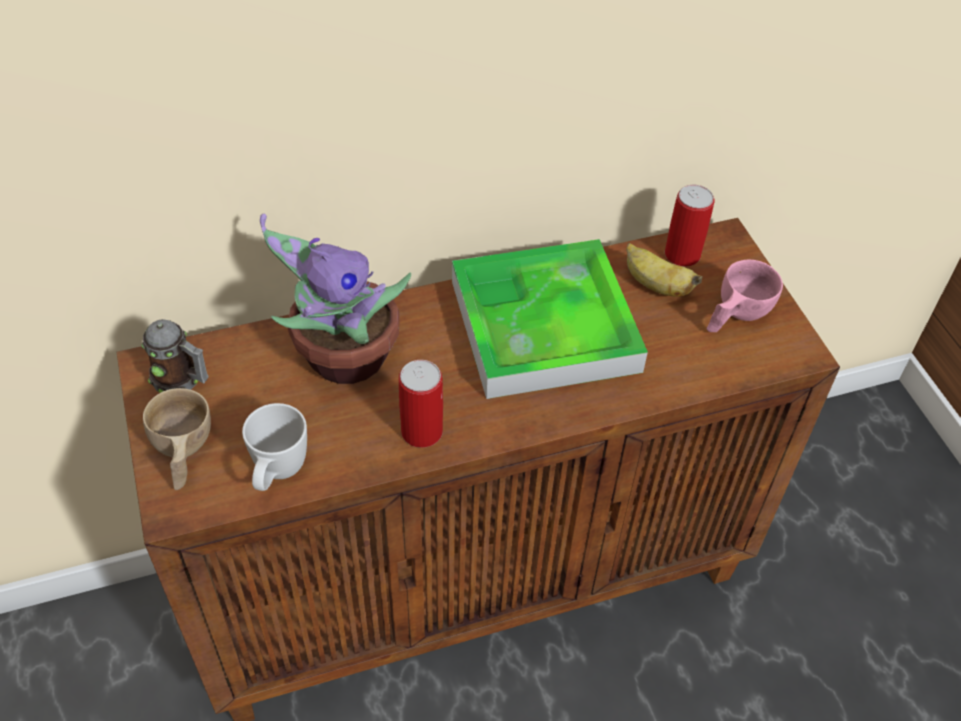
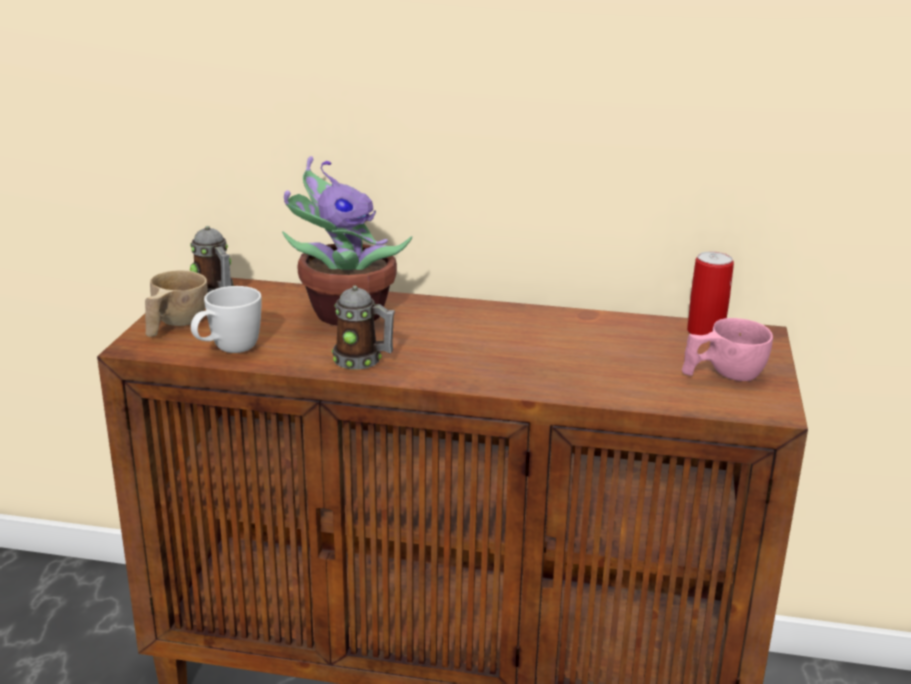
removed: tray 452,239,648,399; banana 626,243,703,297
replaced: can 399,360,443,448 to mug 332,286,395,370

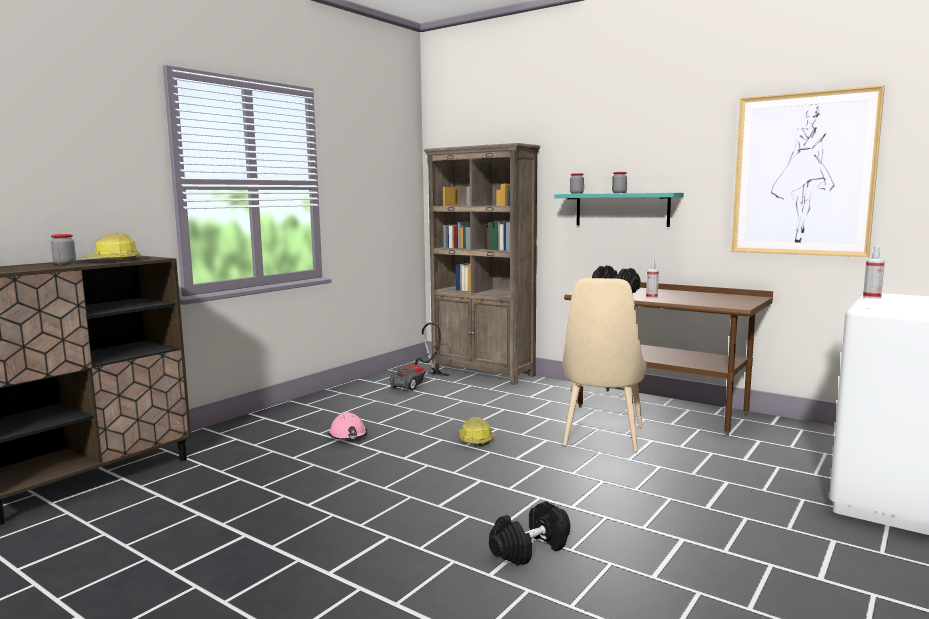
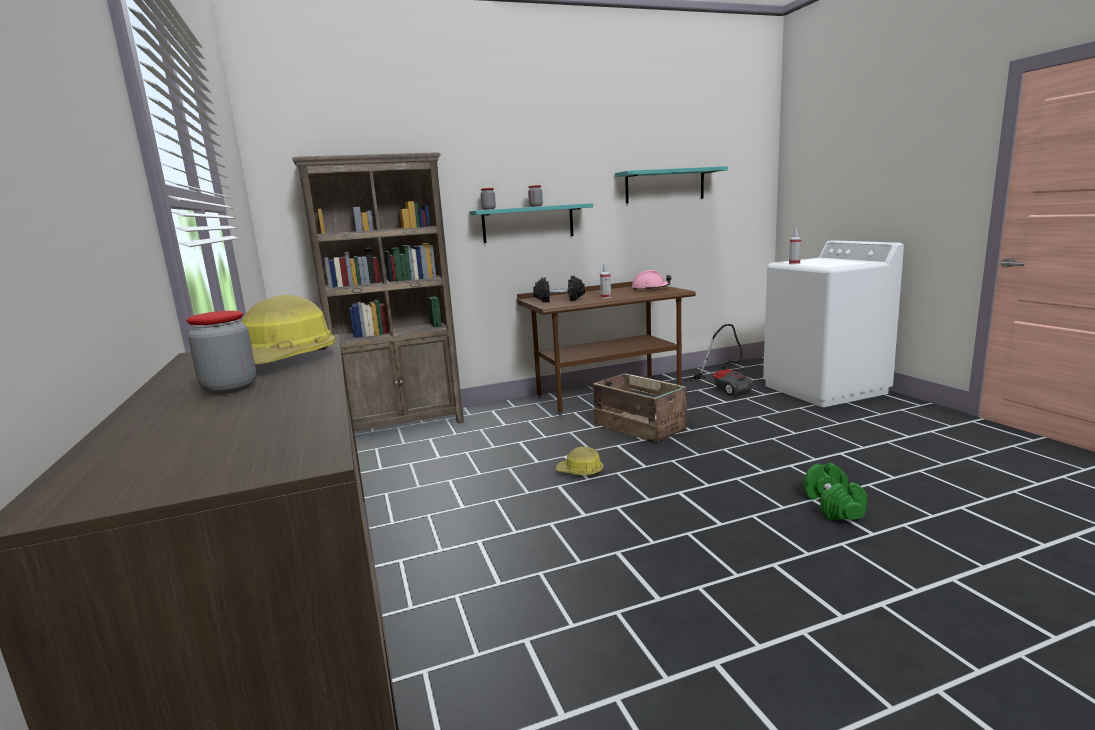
moved: pink_hard_hat 329,412,367,440 to 632,270,672,290; vacuum_cleaner 390,323,450,391 to 684,324,753,396
replaced: beige_chair 563,278,647,452 to crate 593,373,687,443; picture 732,85,885,257 to turquoise_shelf 615,166,728,203
recoloured: black_dumbbell 489,501,570,566 to green_dumbbell 804,463,867,520

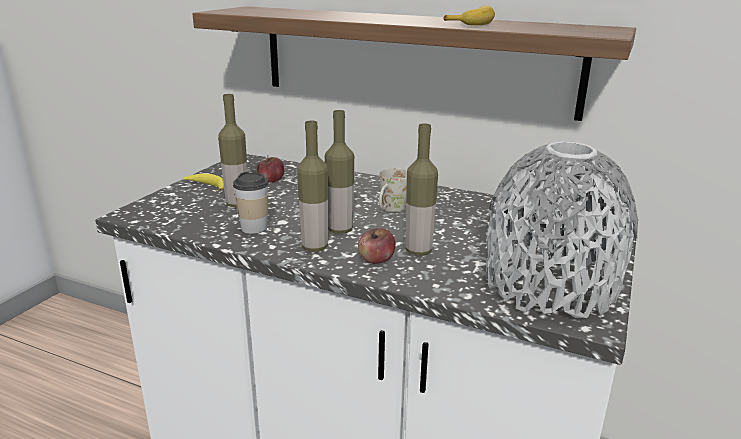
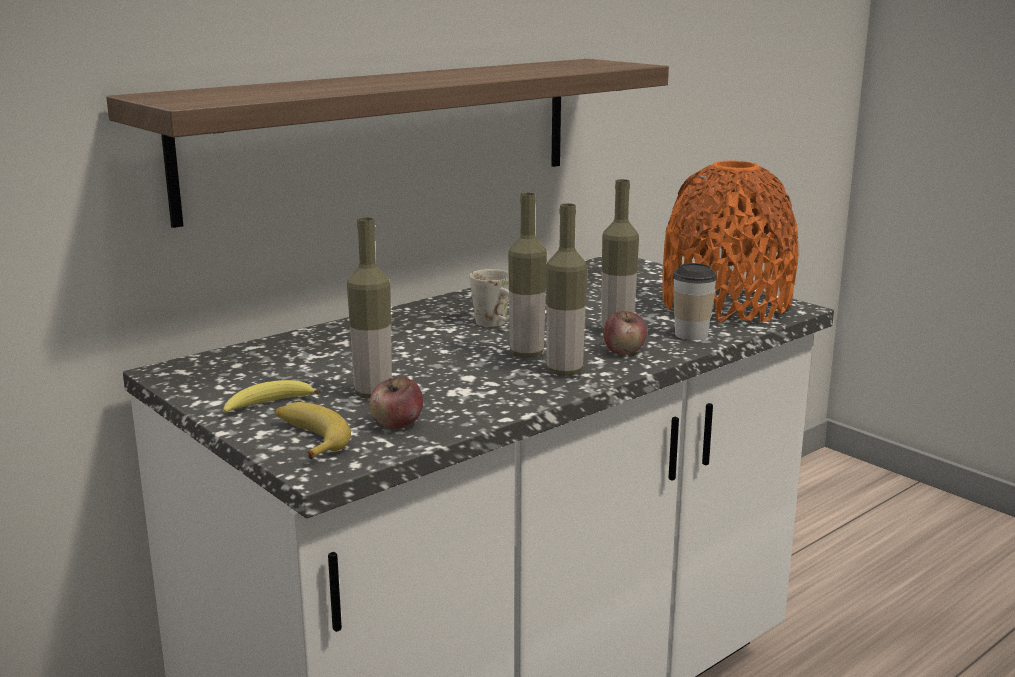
moved: cup 233,172,269,234 to 673,263,717,340; apple 257,157,284,183 to 369,377,423,429; banana 443,5,495,25 to 276,402,351,459
recoloured: grey_vase 486,141,638,318 to orange_vase 662,160,799,323

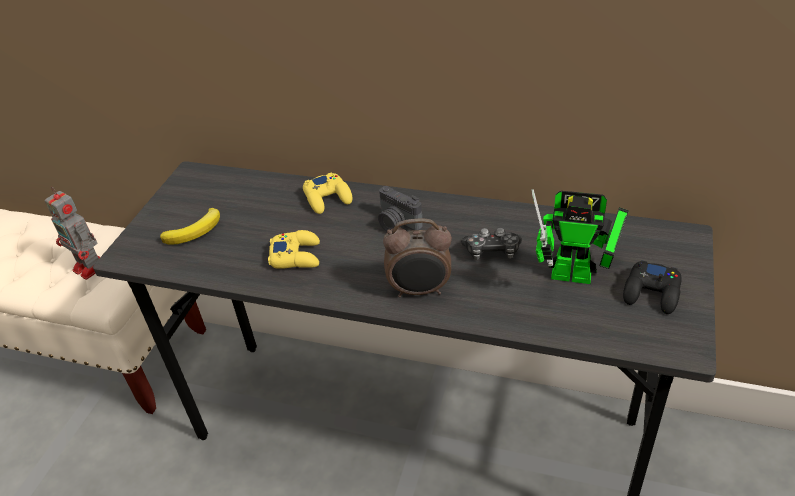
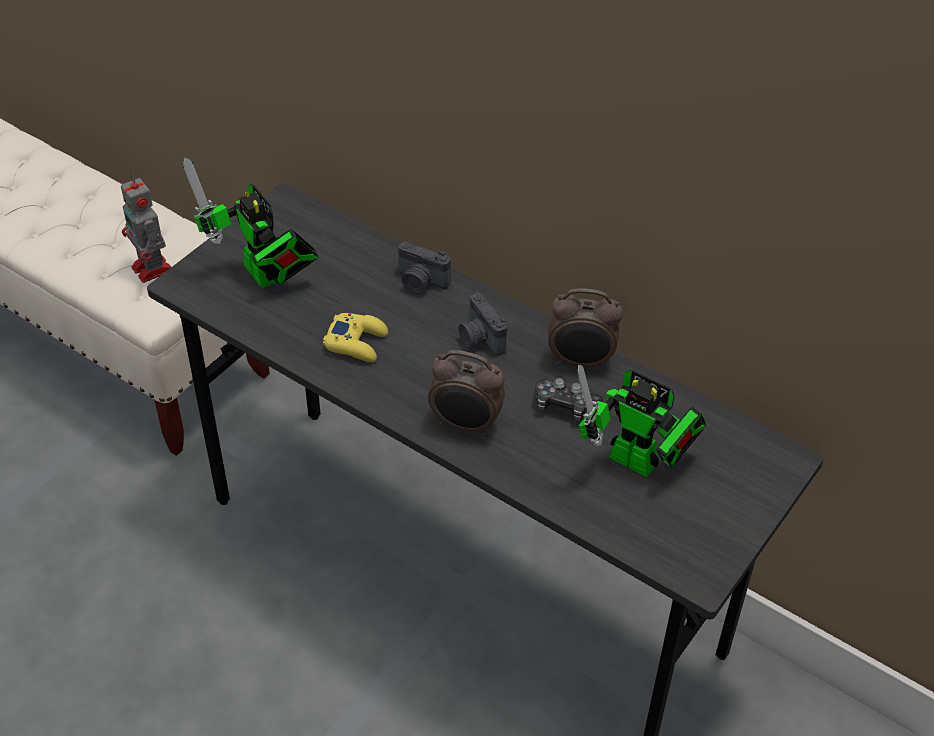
removed: black_game_controller 623,260,682,314
added: alarm_clock 548,288,623,370
replaced: banana 160,208,220,245 to toy_robot 183,158,319,288; yellow_game_controller 303,172,352,214 to photo_camera 398,241,451,294

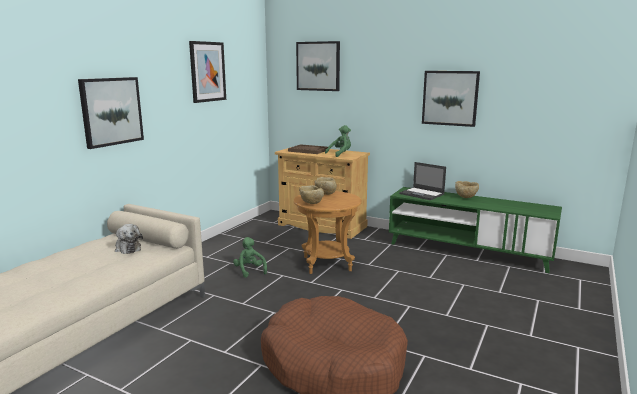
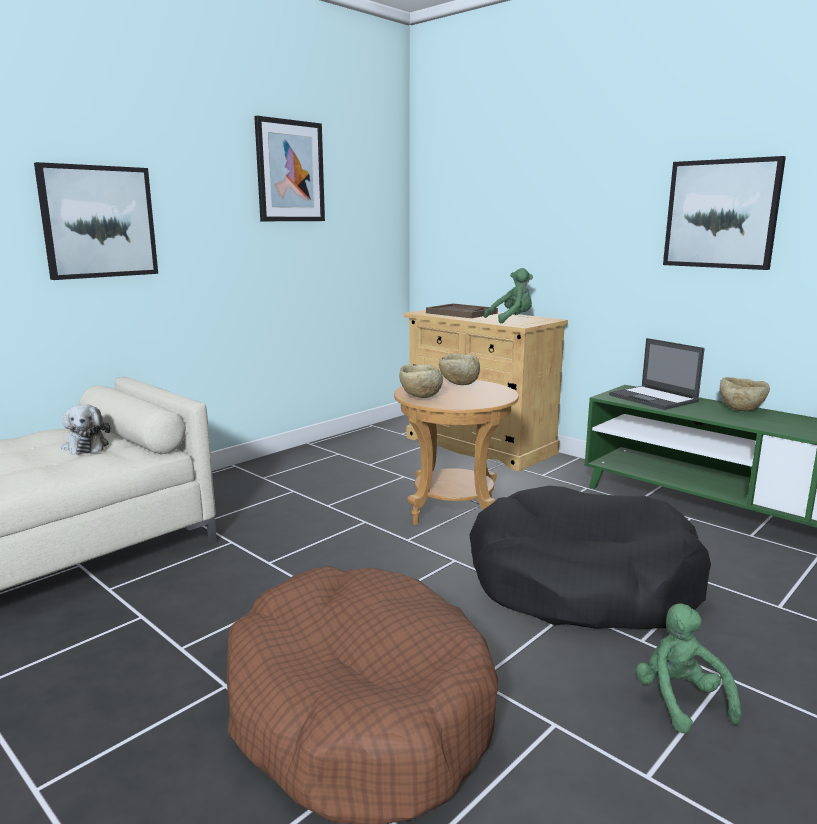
removed: picture 296,41,340,91
added: black_dog_bed 469,486,711,629
moved: green_plush_toy 233,237,267,278 to 635,603,742,733

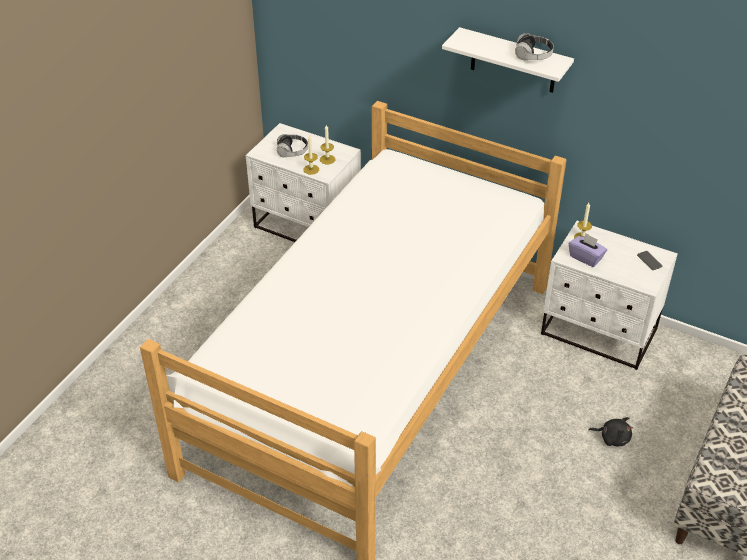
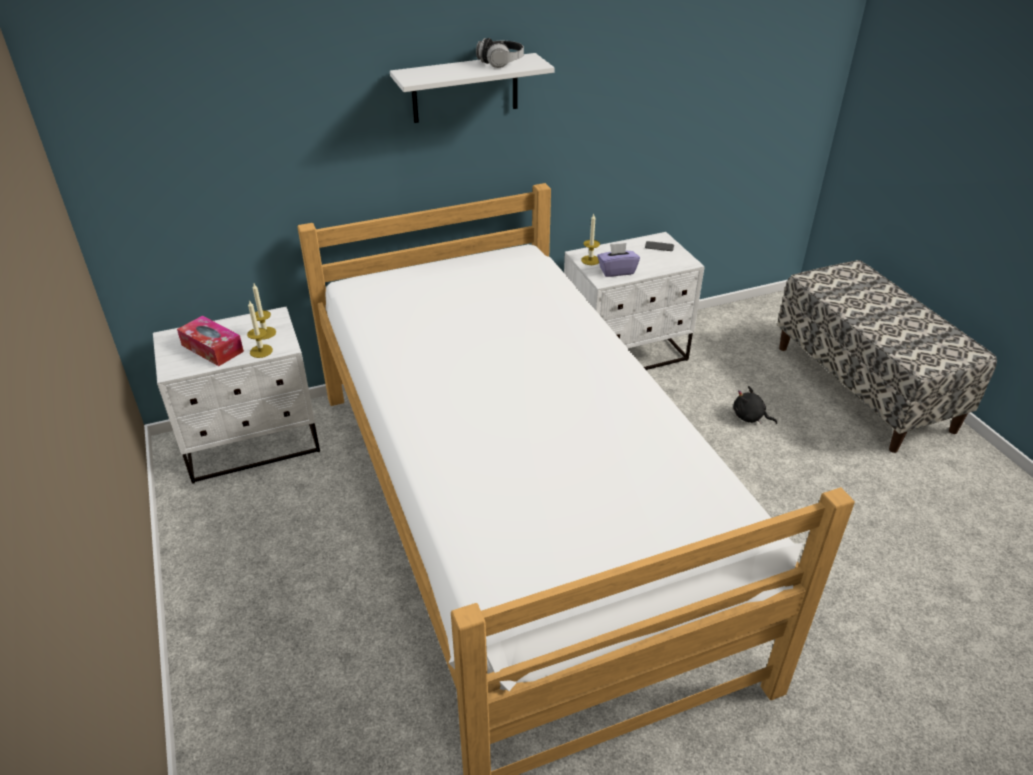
replaced: headphones 276,134,308,157 to tissue_box 177,315,244,366
turned: black_plush_toy 589,417,633,446 = 733,386,777,424 120 degrees counterclockwise

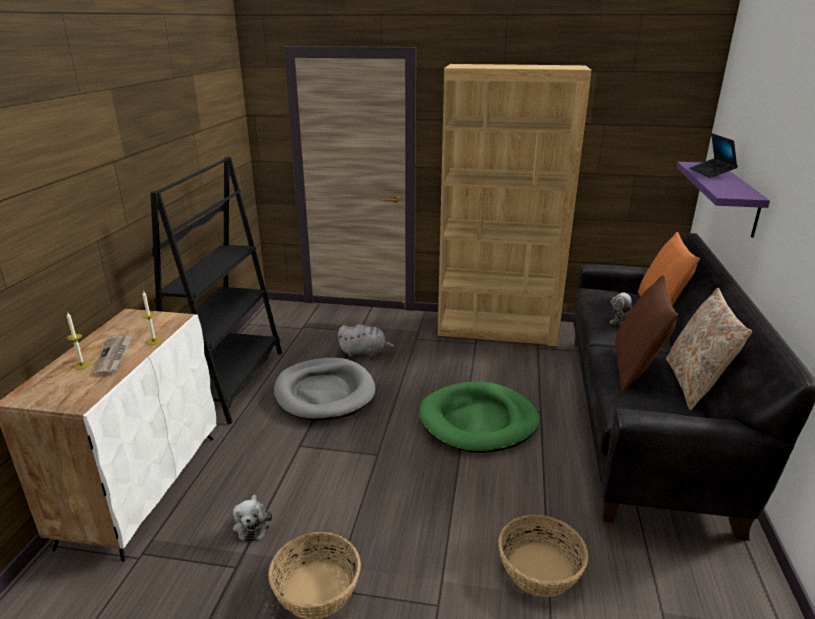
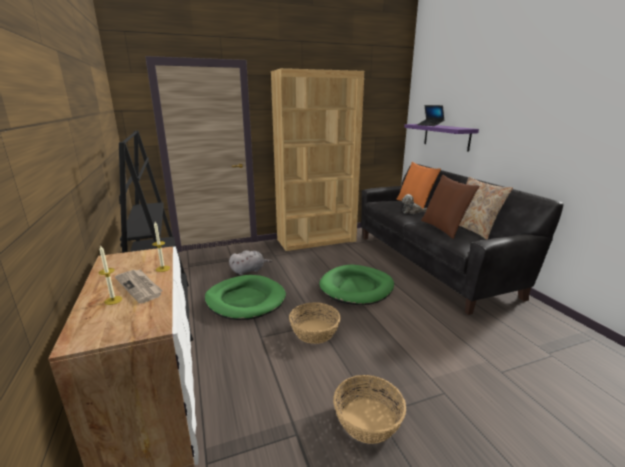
removed: plush_toy 233,495,272,542
moved: basket 498,515,588,597 to 289,302,341,344
recoloured: grey_dog_bed 274,358,376,421 to green_dog_bed 205,275,286,320

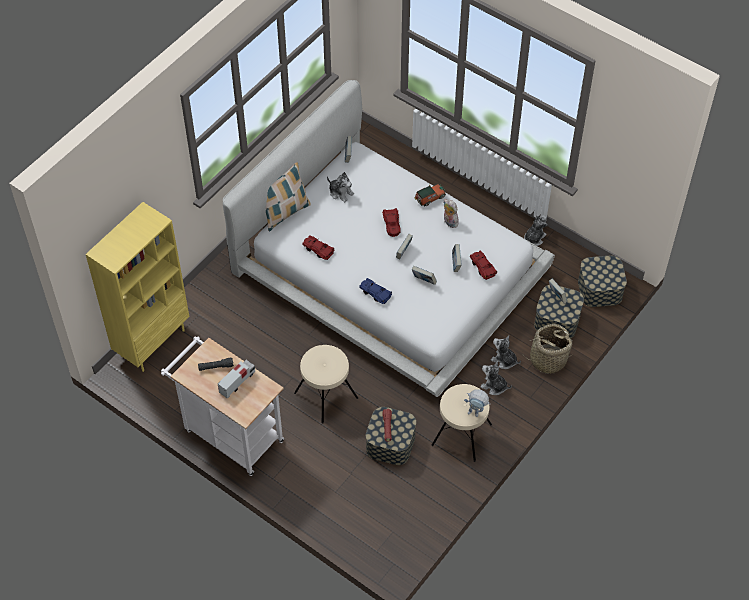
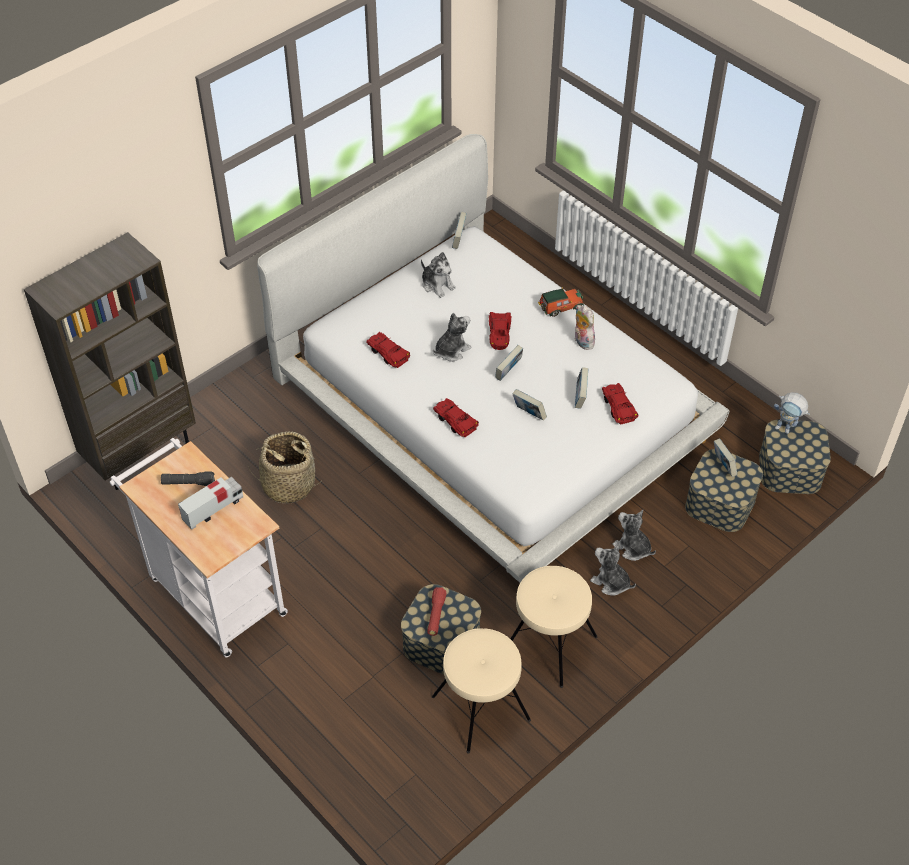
removed: pillow 266,162,311,231
moved: beige_stool 294,345,358,424 to 432,628,531,754; toy_robot 464,389,490,417 to 774,392,810,434; basket 522,324,574,374 to 248,432,319,503; plush_toy 524,215,548,246 to 433,313,471,362
recoloured: yellow_bookcase 86,202,190,372 to brown_bookcase 24,232,196,490; blue_toy_car 359,278,392,304 to red_toy_car 433,398,479,437

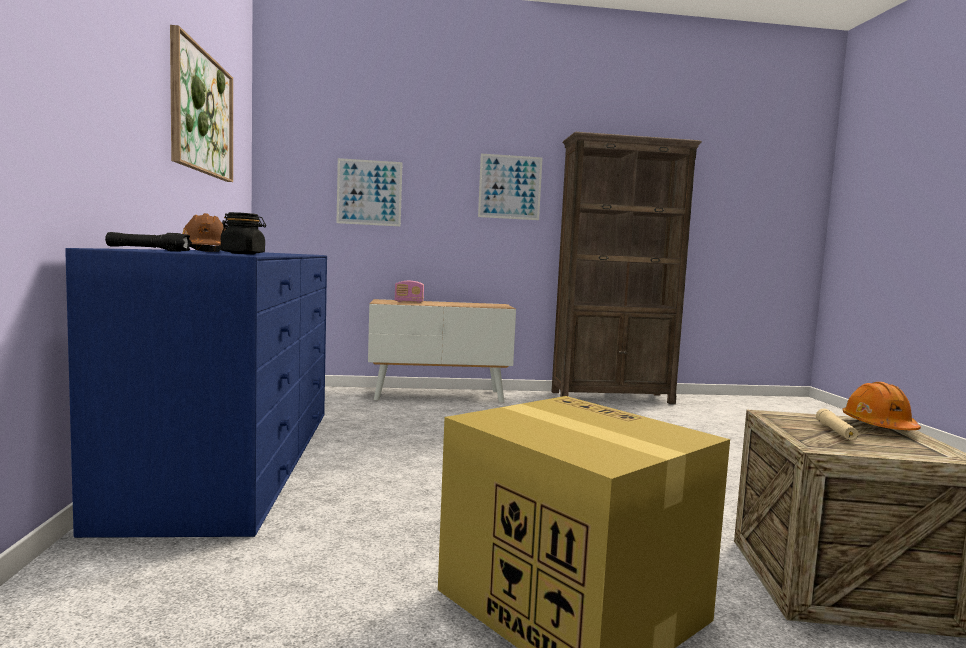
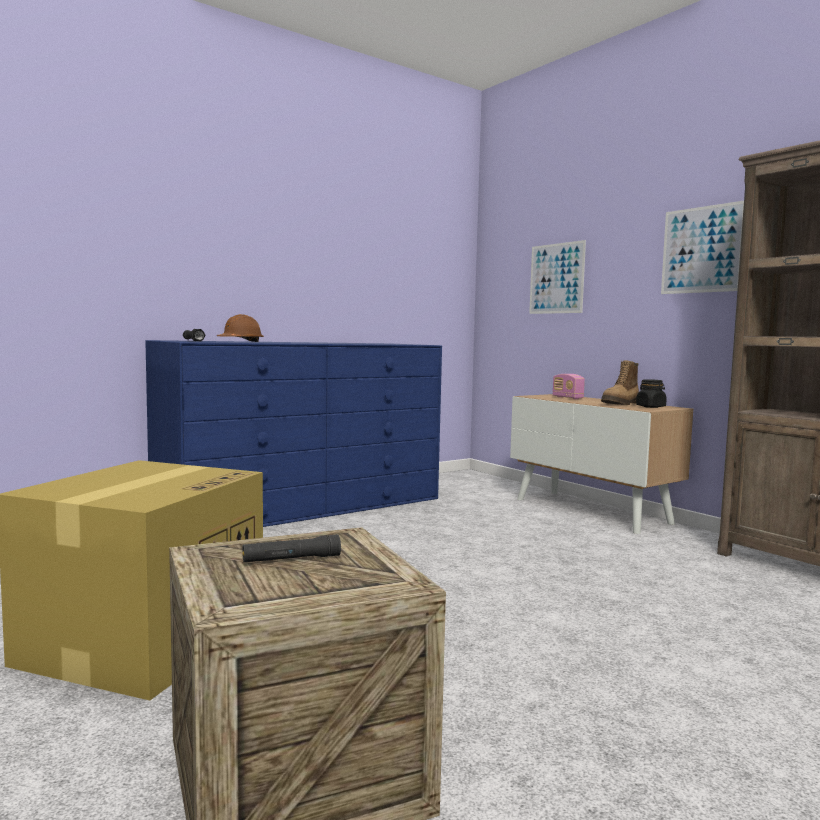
removed: picture 170,25,233,182; orange_hard_hat 842,382,921,430
added: boot 601,360,639,405
moved: black_jar 221,212,266,254 to 636,379,667,408
recoloured: beige_flashlight 816,409,859,440 to black_flashlight 242,534,341,562

